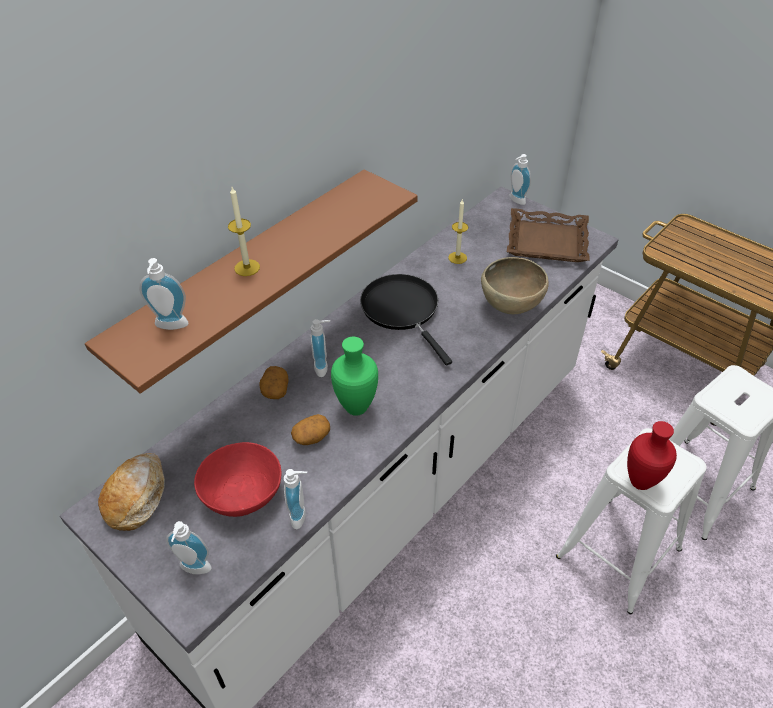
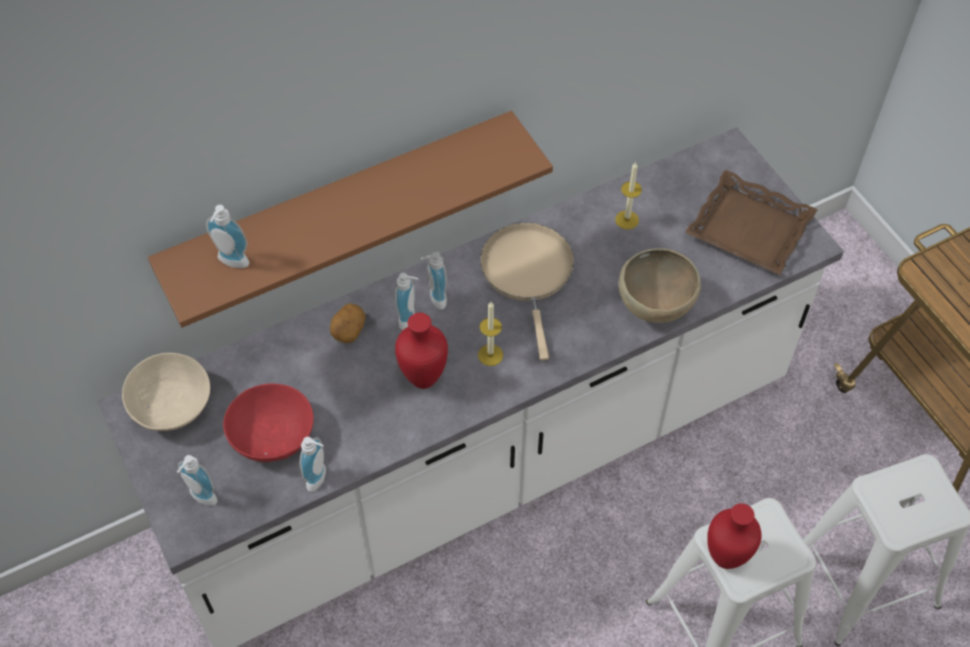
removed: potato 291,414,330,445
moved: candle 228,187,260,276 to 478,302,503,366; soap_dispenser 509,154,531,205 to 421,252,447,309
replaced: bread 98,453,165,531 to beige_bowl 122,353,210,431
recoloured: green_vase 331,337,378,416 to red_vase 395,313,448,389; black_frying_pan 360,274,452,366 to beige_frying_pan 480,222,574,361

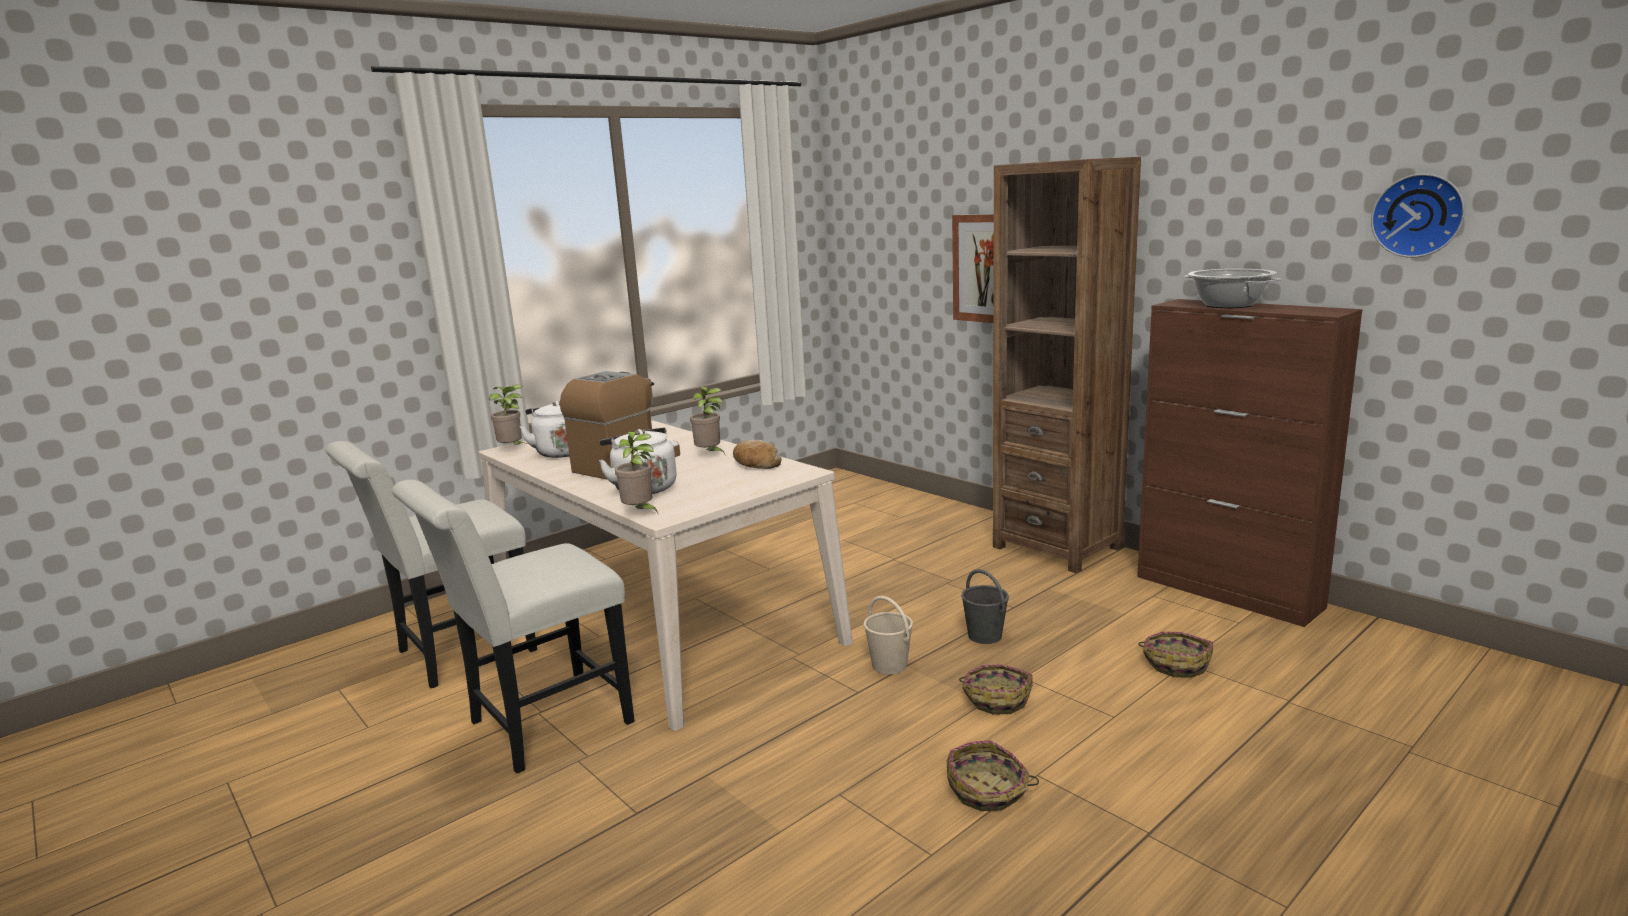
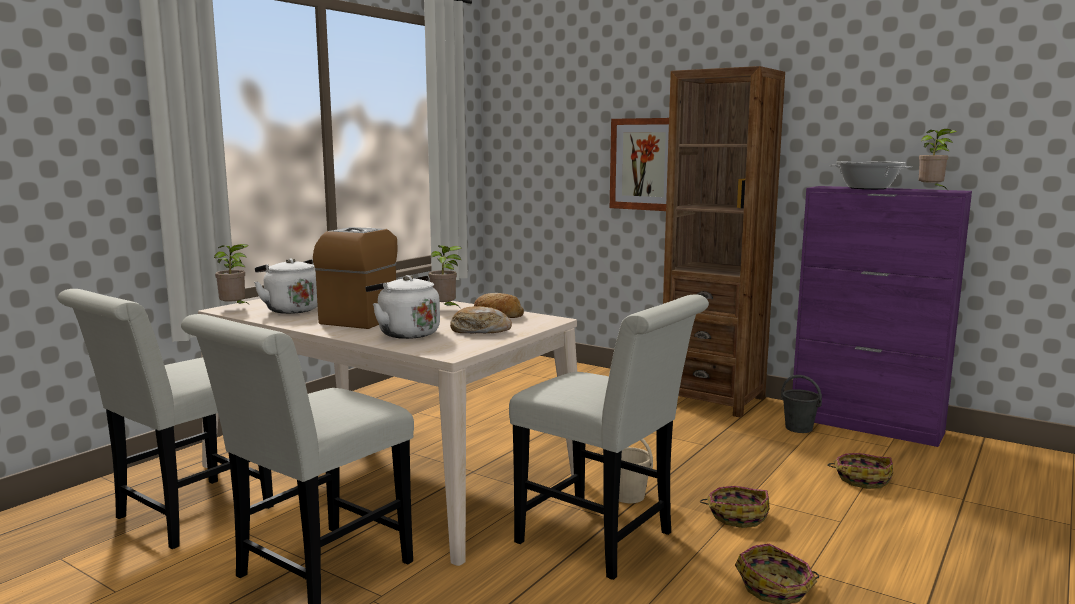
removed: wall_clock 1371,174,1465,258
added: bread 450,306,512,333; white_chair 509,294,709,580
moved: potted_plant 615,432,658,513 to 919,129,957,189; grey_bucket 961,569,1009,644 to 781,375,822,433
recoloured: brown_cabinet 1137,299,1363,627 to purple_cabinet 793,186,972,447

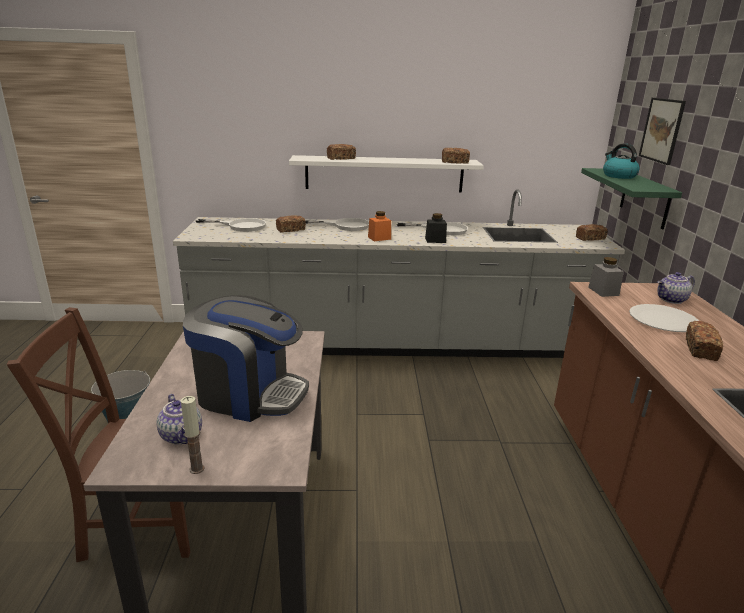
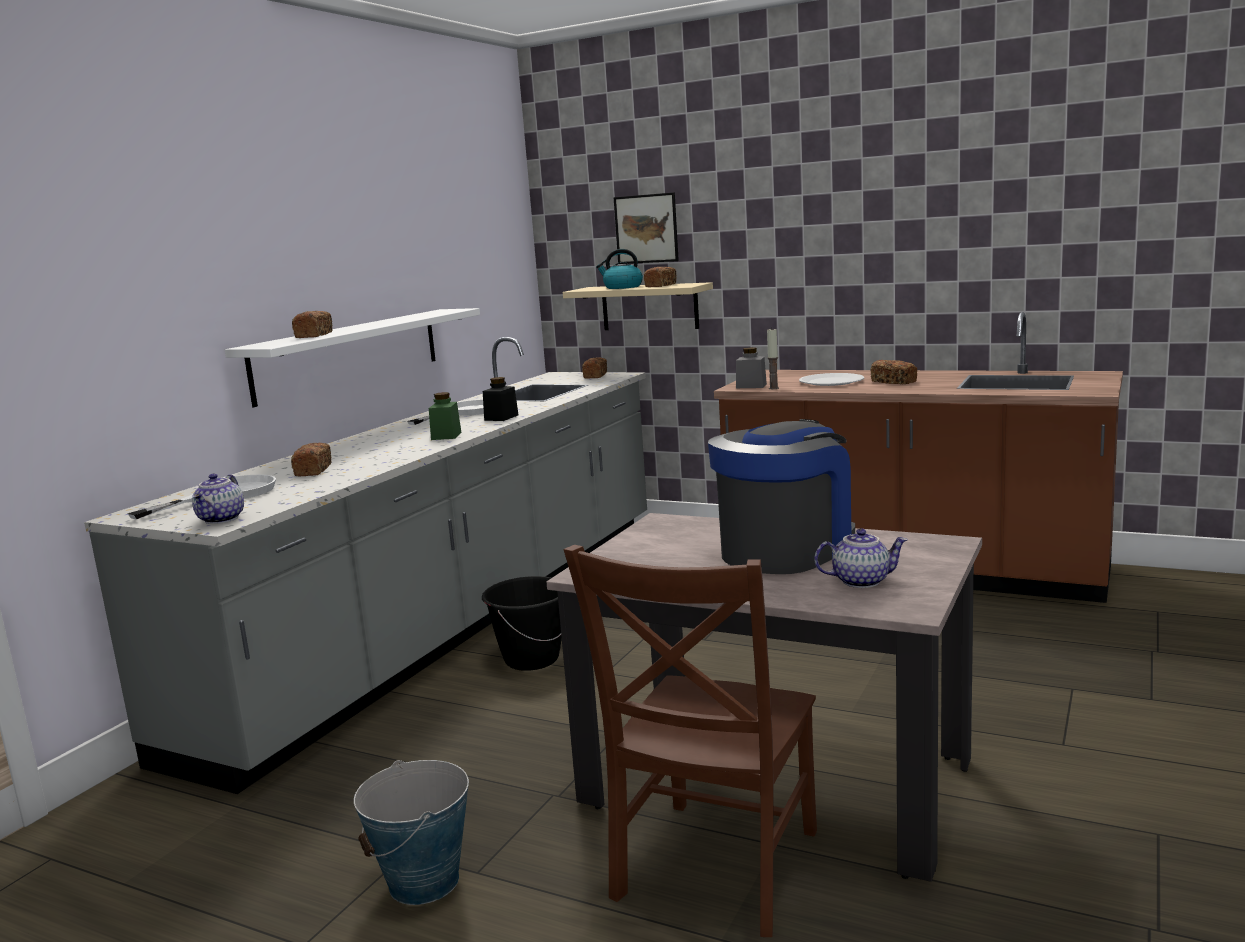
removed: white_frying_pan 305,218,369,231
added: black_bucket 482,576,562,671
moved: candle 181,396,204,474 to 767,328,779,389; bread 442,148,470,164 to 644,267,677,287; teapot 657,272,695,304 to 192,474,244,524
recoloured: orange_jar 368,211,391,241 to green_jar 429,392,461,440; green_shelf 581,168,682,230 to beige_shelf 563,282,713,330

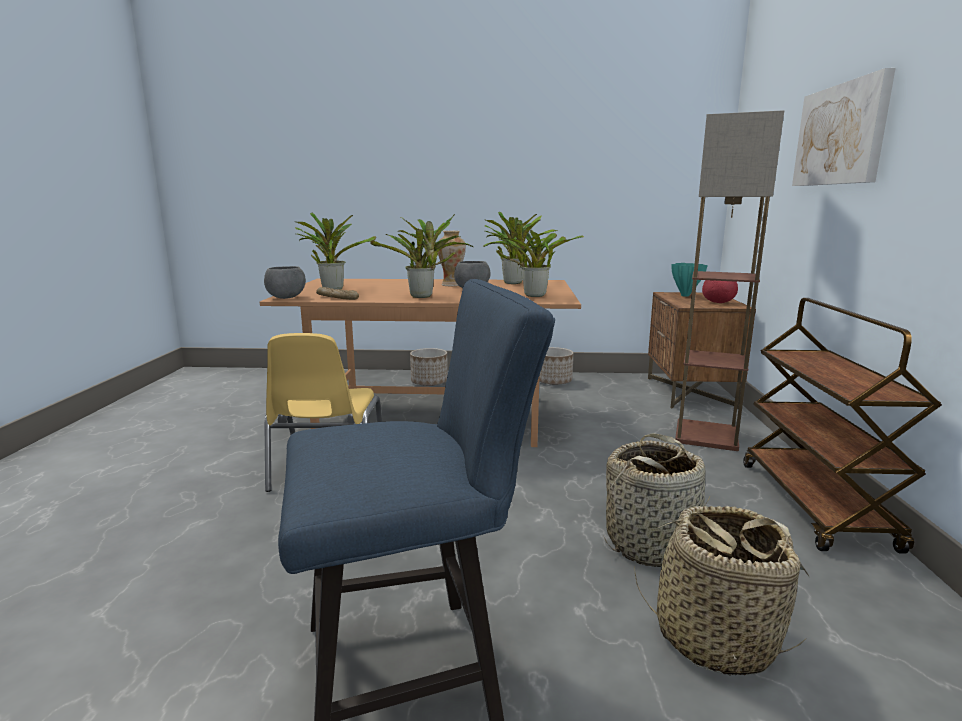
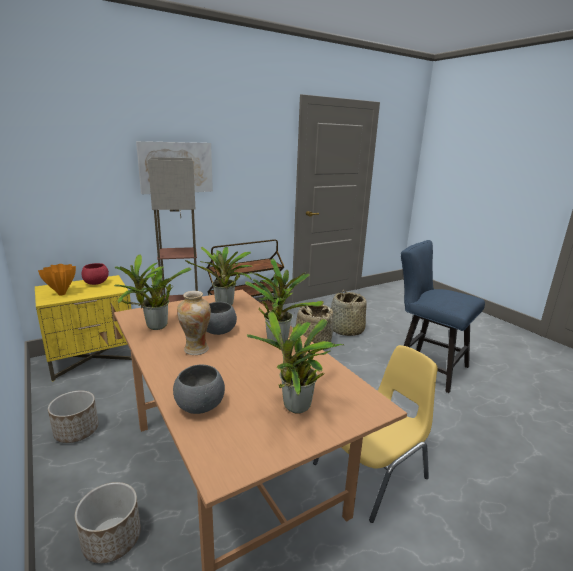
removed: bread 316,287,359,300
moved: grey_bowl 264,266,306,299 to 173,365,225,414
recoloured: brown_nightstand 648,292,756,409 to yellow_nightstand 35,275,132,381; turquoise_vase 671,263,708,297 to orange_vase 38,264,76,295

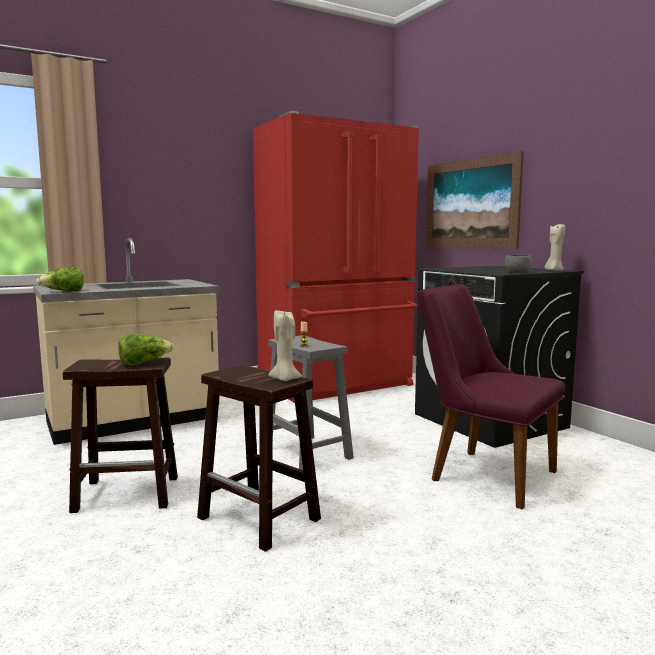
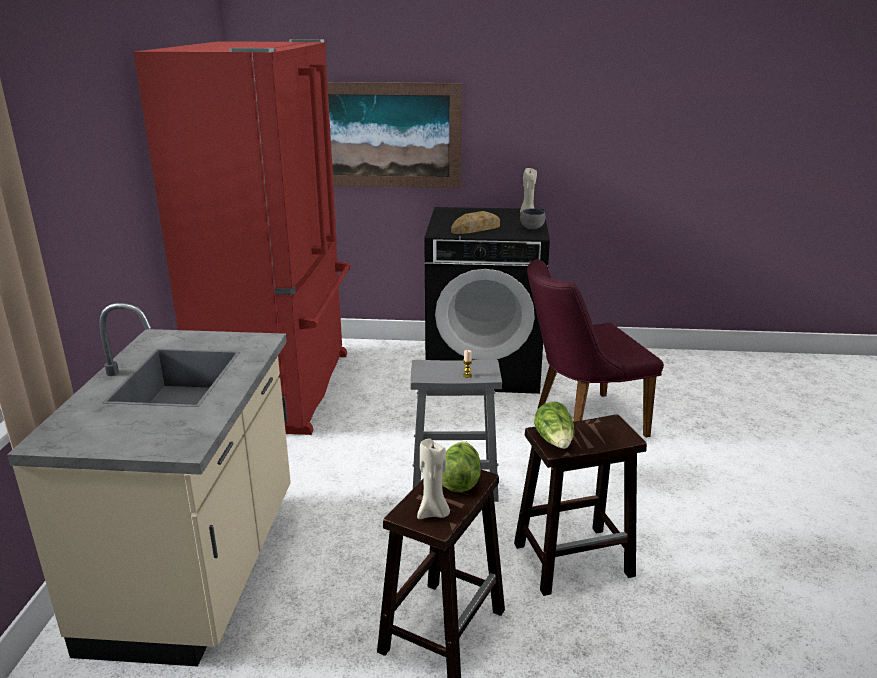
added: bread 451,211,500,234
moved: lettuce 36,267,84,291 to 534,402,574,449; beige_candle 269,308,302,381 to 417,438,450,519

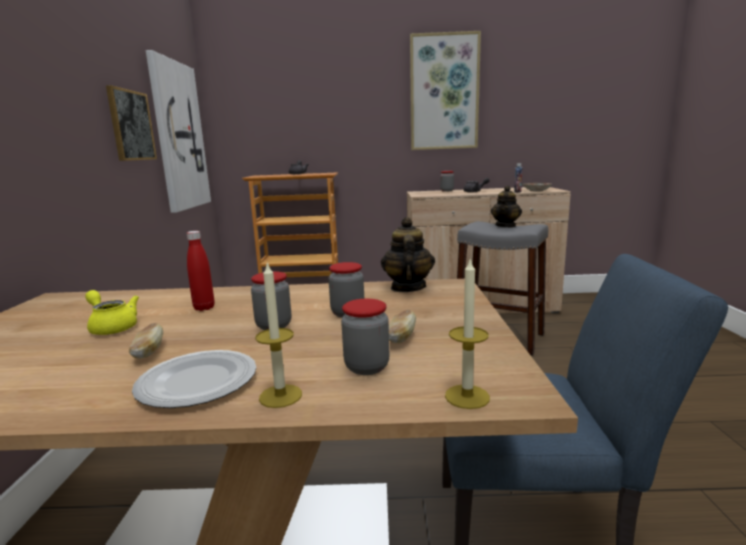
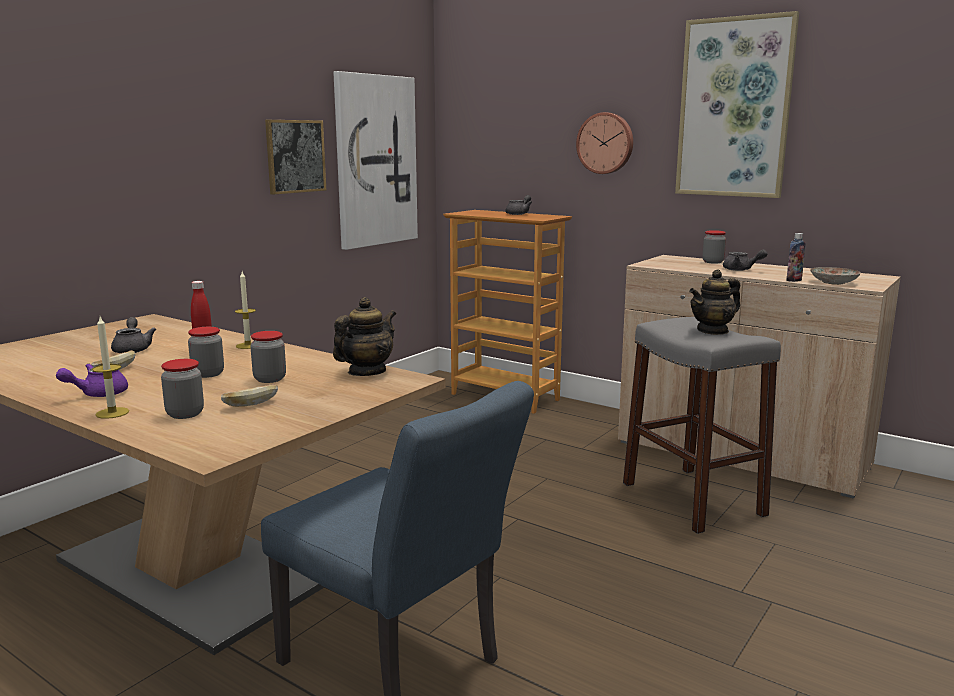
added: wall_clock 576,112,633,174
moved: candle 445,257,490,409 to 235,272,256,349
replaced: plate 132,350,257,408 to purple_teapot 56,364,128,397
recoloured: yellow_teapot 85,290,139,335 to grey_teapot 111,317,156,353

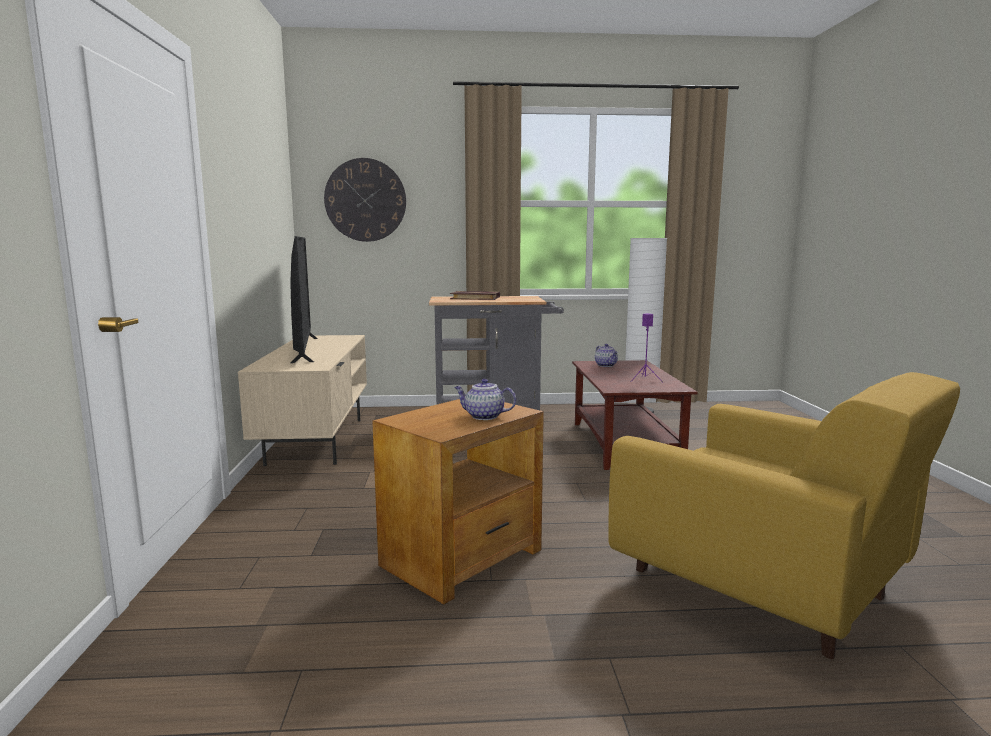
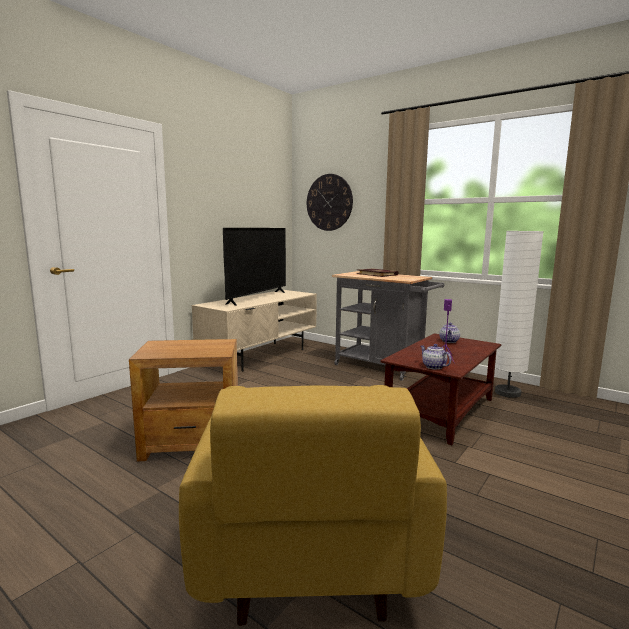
moved: teapot 454,379,516,420 to 420,344,451,369

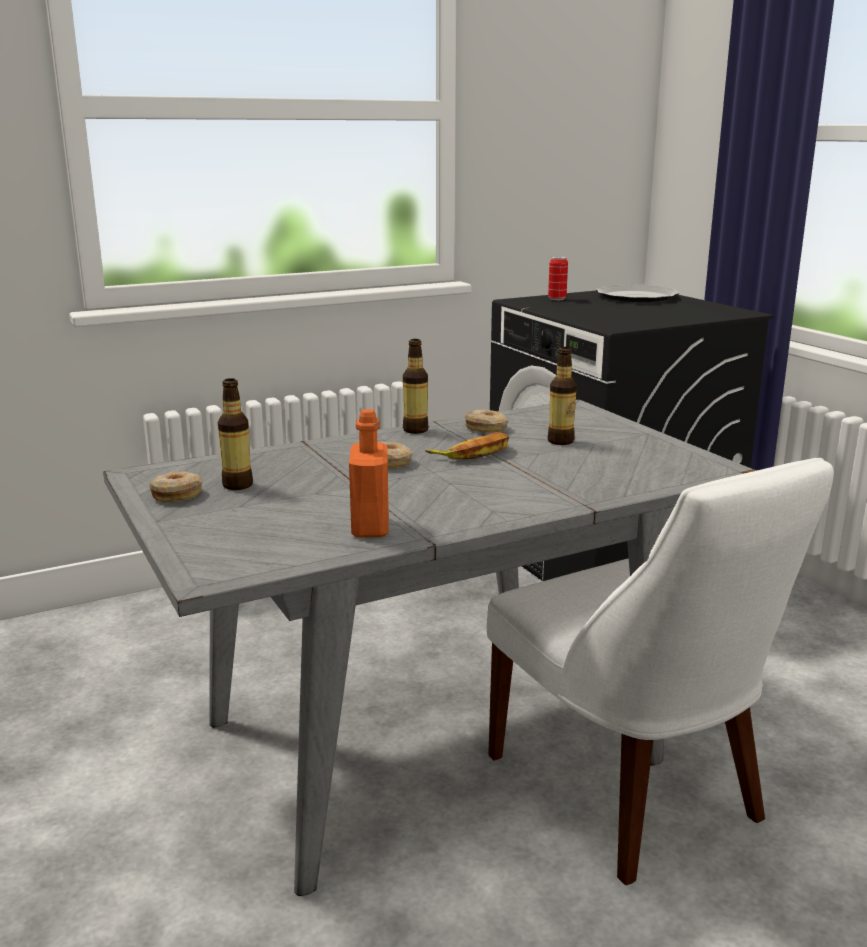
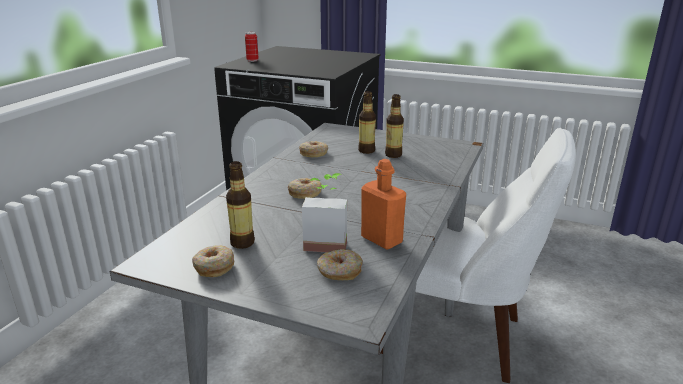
removed: banana 425,432,509,460; plate 596,284,680,302
added: potted_plant 302,173,347,252; donut 317,249,363,280
moved: bottle 403,339,429,434 to 385,94,404,158

